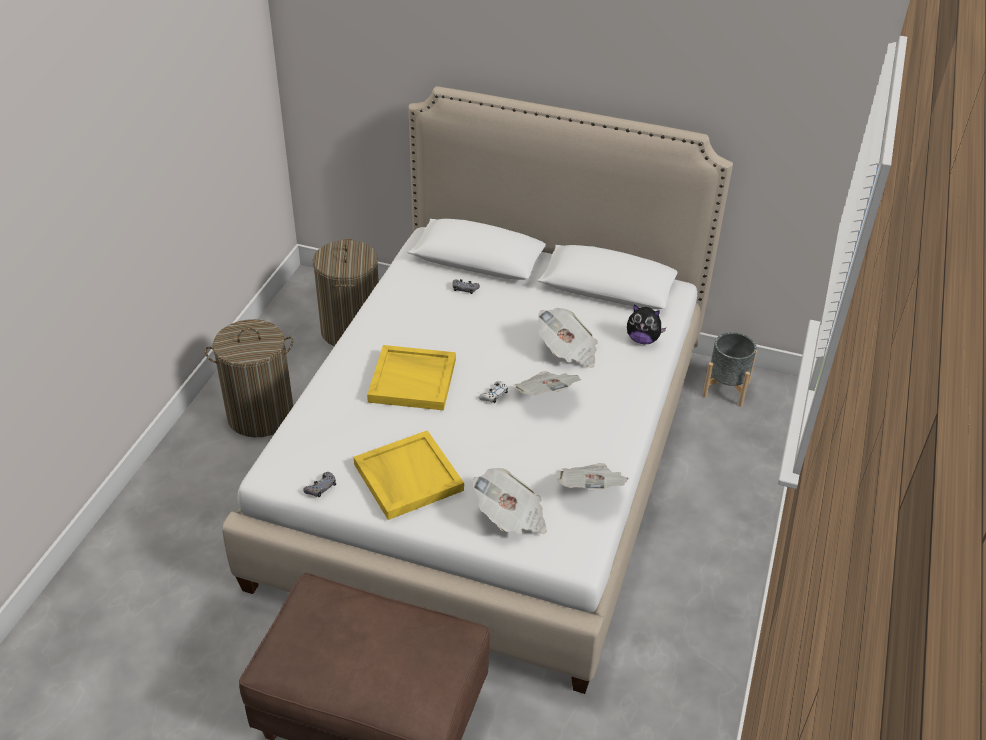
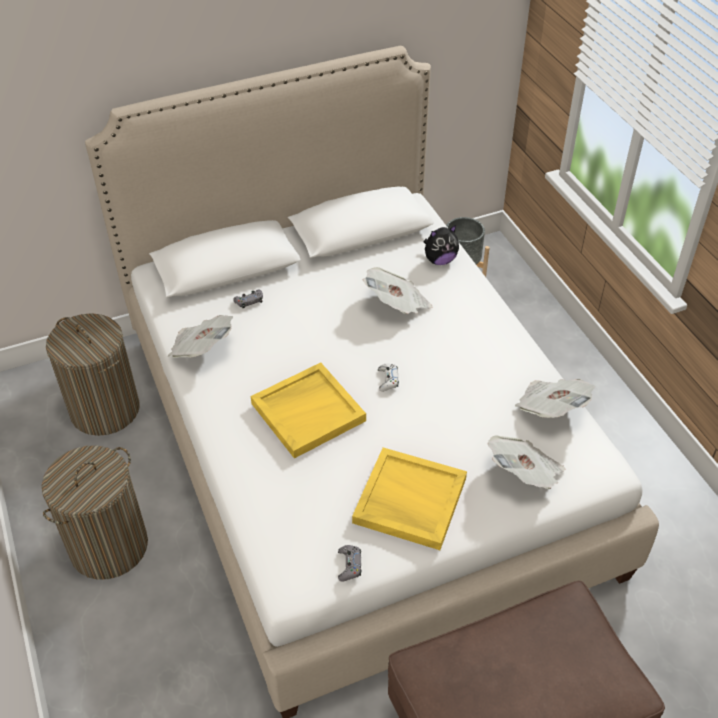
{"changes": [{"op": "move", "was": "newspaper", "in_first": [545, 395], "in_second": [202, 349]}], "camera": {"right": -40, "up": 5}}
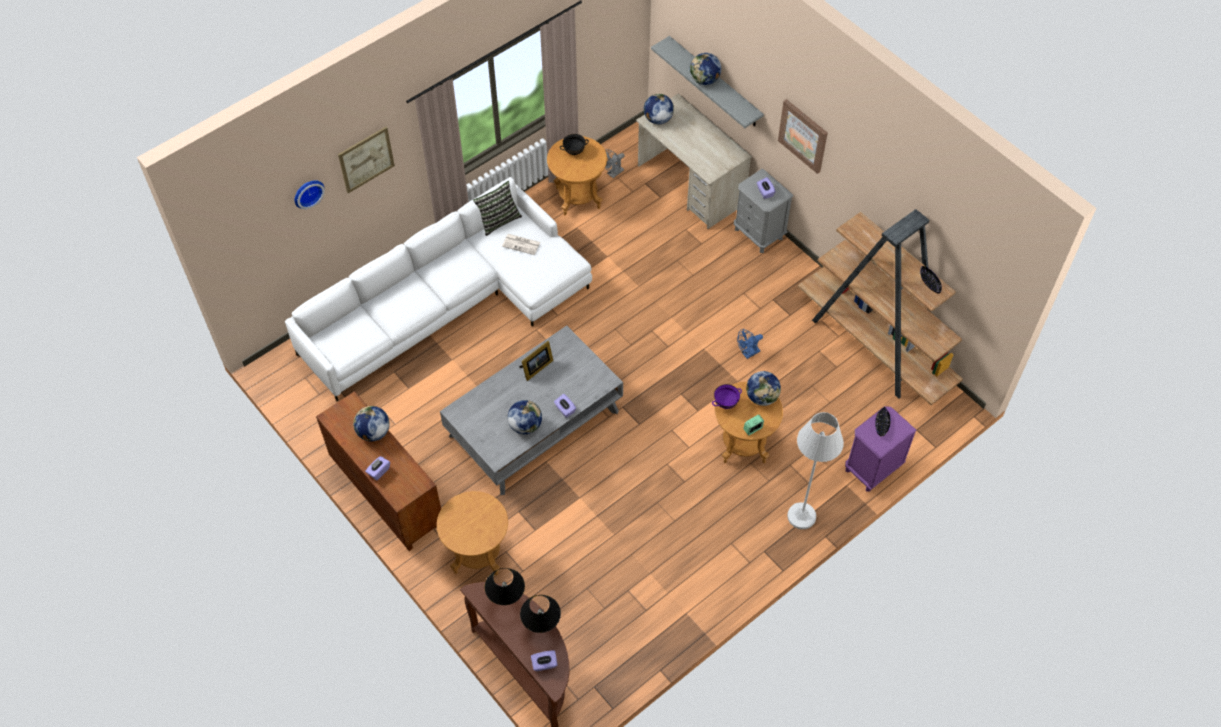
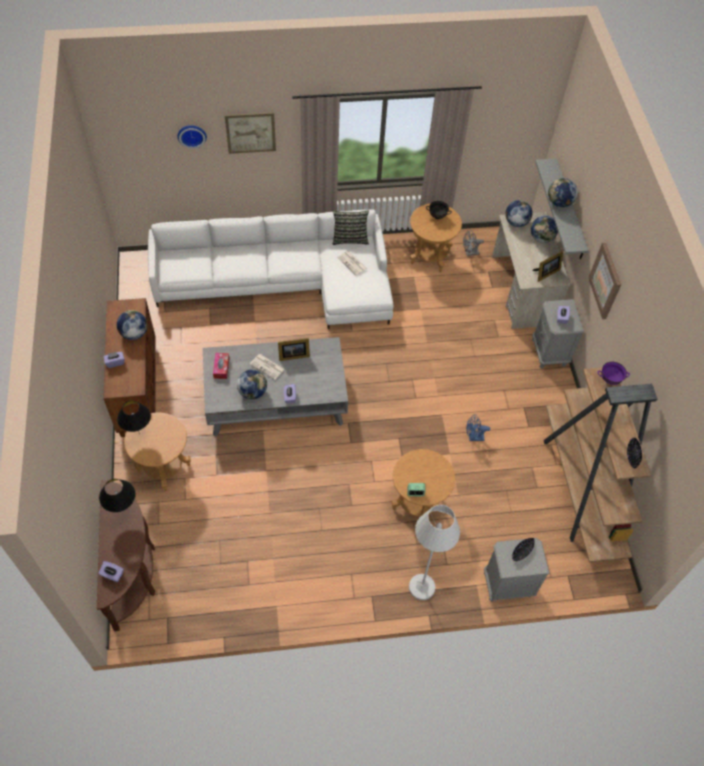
{"changes": [{"op": "insert", "now": "tissue_box", "in_second": [221, 368]}, {"op": "insert", "now": "newspaper", "in_second": [267, 367]}, {"op": "insert", "now": "picture_frame", "in_second": [545, 273]}, {"op": "move", "was": "black_table_lamp", "in_first": [542, 630], "in_second": [139, 434]}, {"op": "move", "was": "purple_bowl", "in_first": [725, 403], "in_second": [610, 380]}, {"op": "move", "was": "globe", "in_first": [762, 397], "in_second": [541, 238]}, {"op": "recolor", "was": "purple_nightstand", "now": "grey_nightstand", "in_first": [872, 469], "in_second": [507, 584]}], "camera": {"right": 30, "up": 0}}
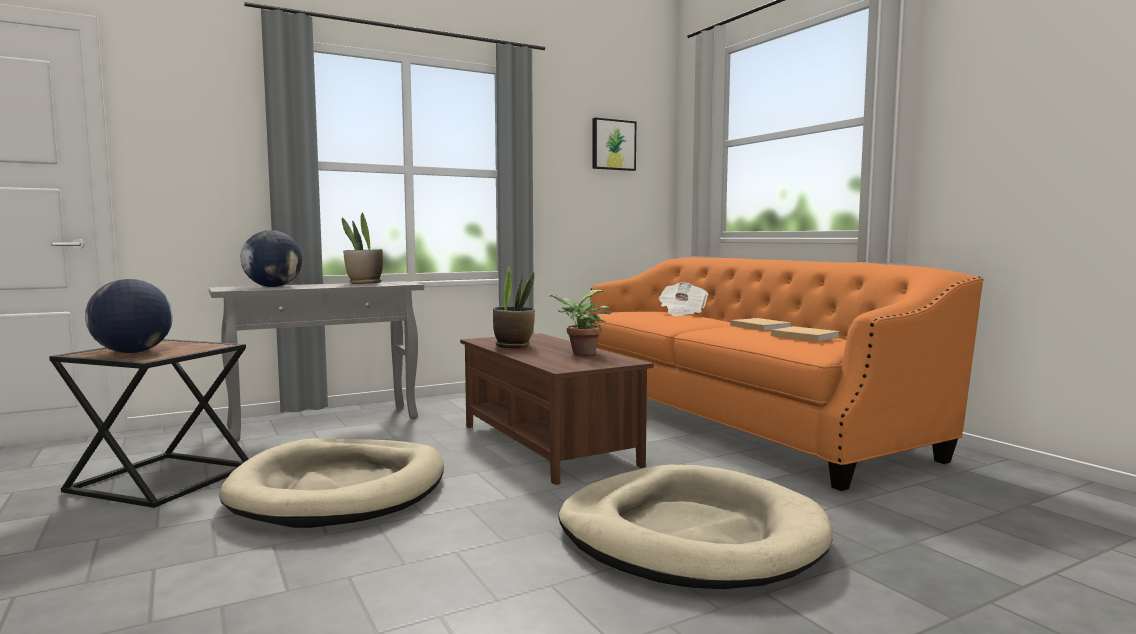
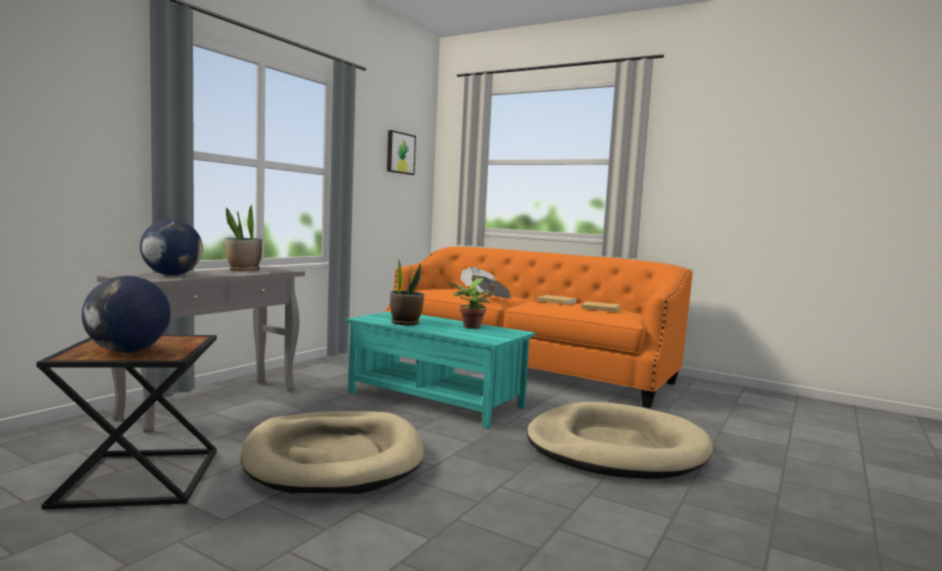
{"changes": [{"op": "insert", "now": "newspaper", "in_second": [492, 299]}, {"op": "recolor", "was": "brown_coffee_table", "now": "turquoise_coffee_table", "in_first": [548, 445], "in_second": [435, 400]}], "camera": {"right": -30, "up": 0}}
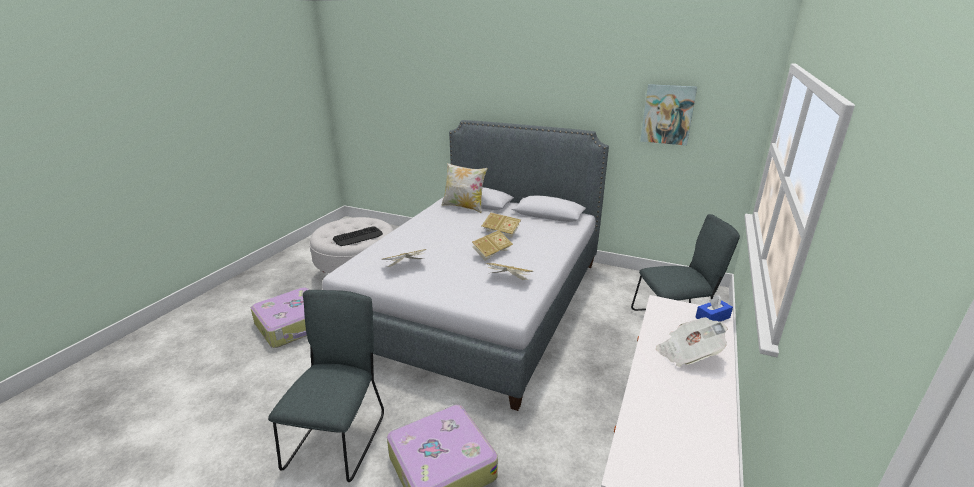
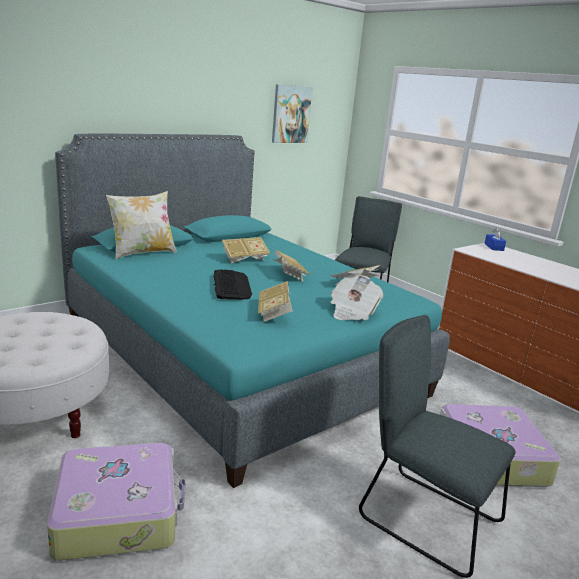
{"changes": [{"op": "move", "was": "keyboard", "in_first": [358, 237], "in_second": [231, 285]}, {"op": "move", "was": "newspaper", "in_first": [688, 354], "in_second": [352, 312]}, {"op": "recolor", "was": "grey_bed", "now": "turquoise_bed", "in_first": [479, 301], "in_second": [236, 355]}], "camera": {"right": -65, "up": -5}}
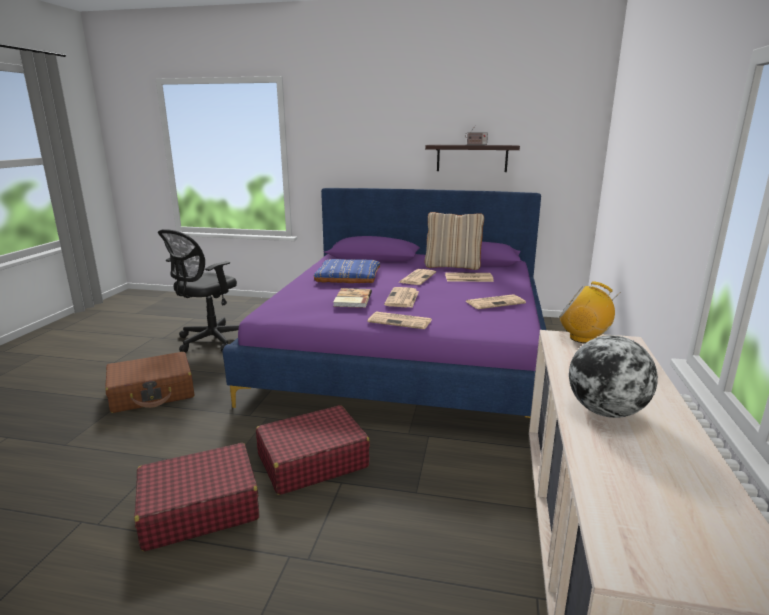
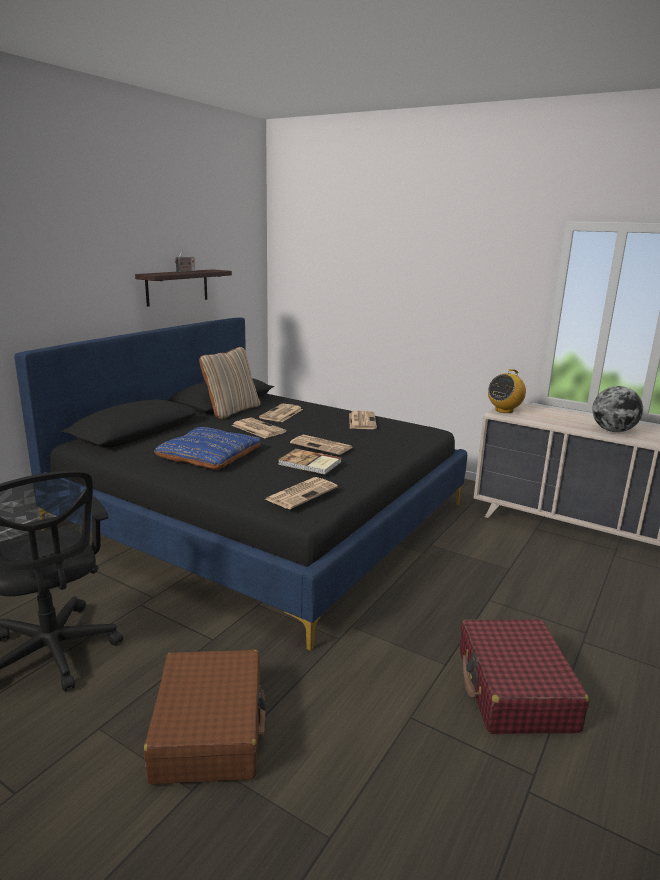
{"changes": [{"op": "delete", "was": "red_suitcase", "in_first": [312, 461]}, {"op": "move", "was": "newspaper", "in_first": [401, 321], "in_second": [302, 493]}, {"op": "recolor", "was": "purple_bed", "now": "black_bed", "in_first": [408, 353], "in_second": [263, 516]}], "camera": {"right": -70, "up": 0}}
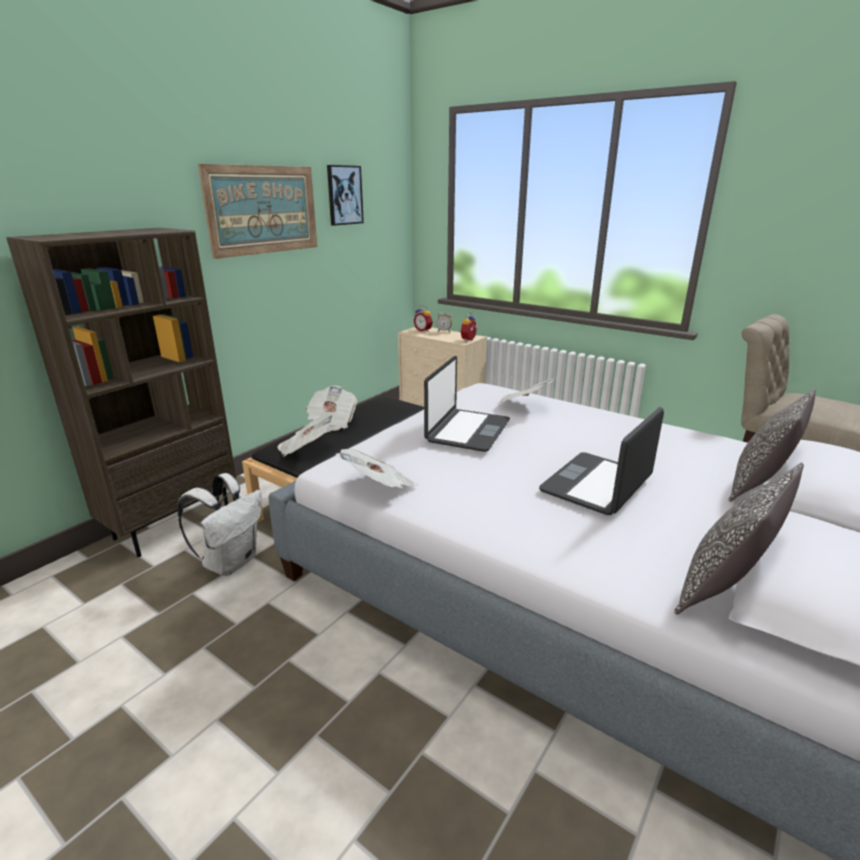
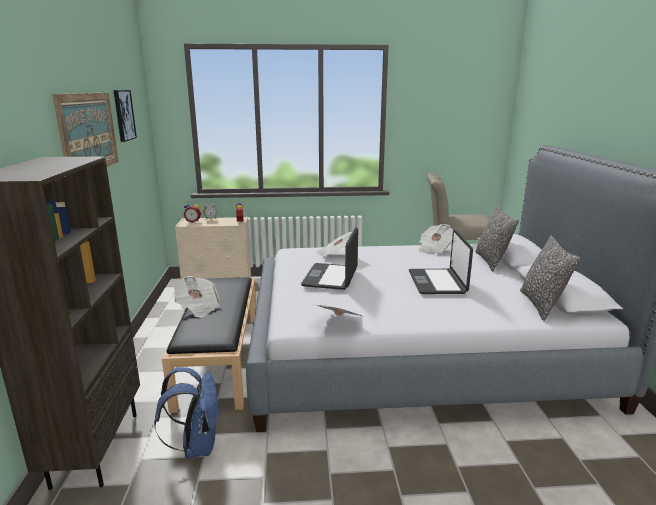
{"changes": [{"op": "move", "was": "newspaper", "in_first": [306, 449], "in_second": [435, 249]}, {"op": "recolor", "was": "white_backpack", "now": "blue_backpack", "in_first": [231, 561], "in_second": [197, 445]}, {"op": "rotate", "was": "laptop", "in_first": [467, 431], "in_second": [331, 277], "clockwise": -150}], "camera": {"right": -40, "up": -5}}
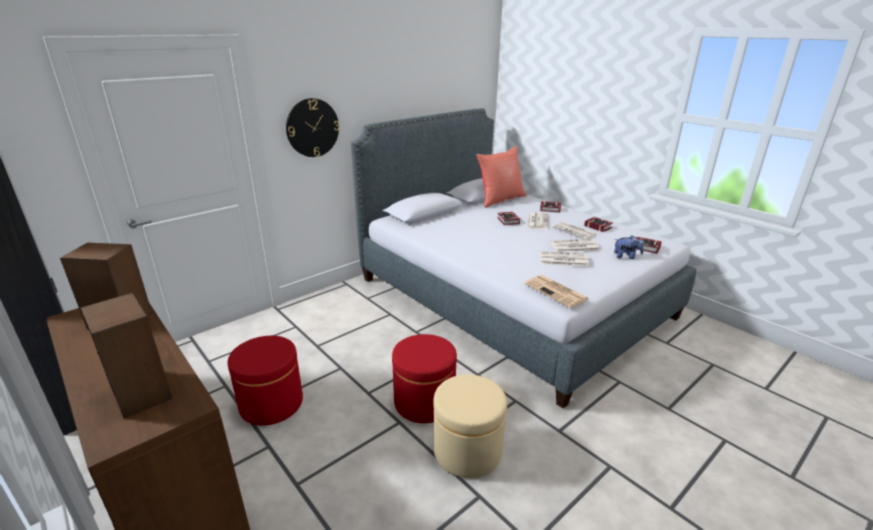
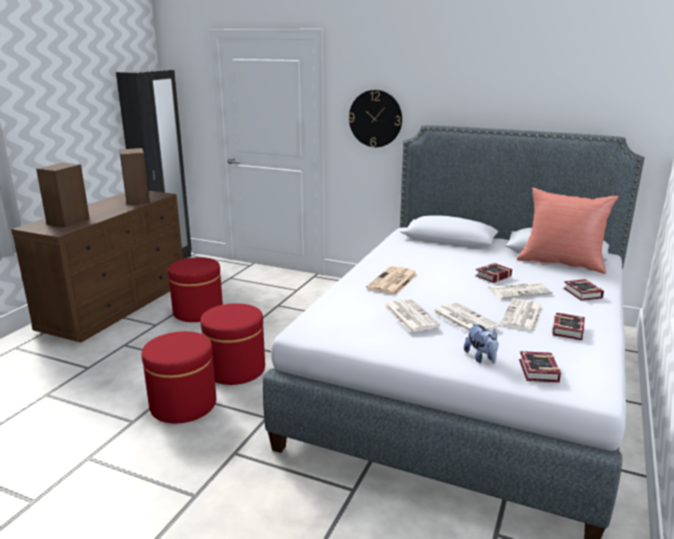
{"changes": [{"op": "move", "was": "newspaper", "in_first": [557, 292], "in_second": [392, 281]}, {"op": "recolor", "was": "beige_ottoman", "now": "red_ottoman", "in_first": [467, 451], "in_second": [183, 404]}], "camera": {"right": 65, "up": -5}}
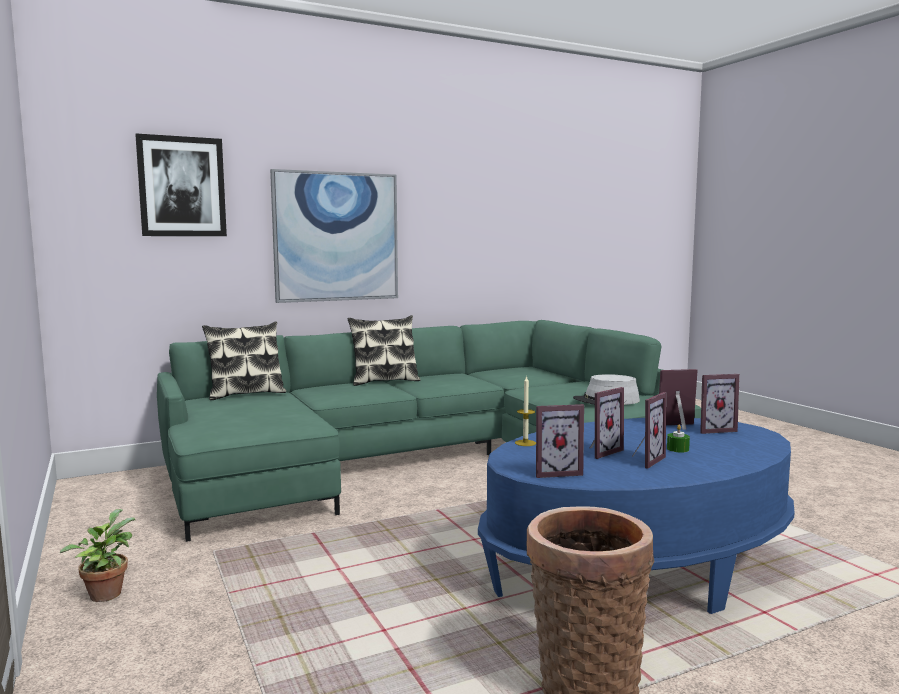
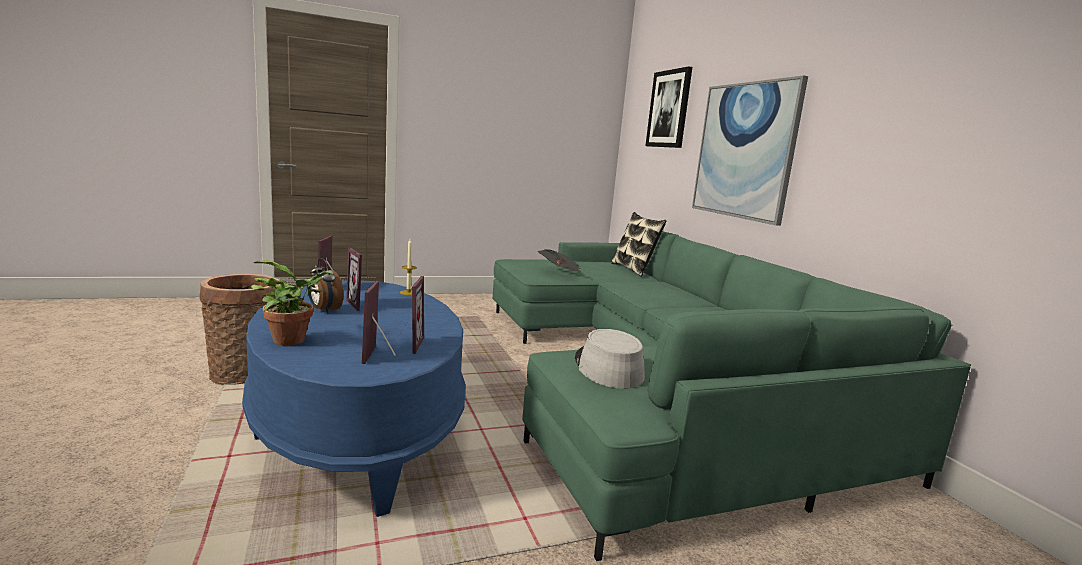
{"changes": [{"op": "delete", "was": "pillow", "in_first": [384, 381]}, {"op": "delete", "was": "green_candle", "in_first": [677, 449]}, {"op": "insert", "now": "newspaper", "in_second": [560, 273]}, {"op": "move", "was": "potted_plant", "in_first": [105, 593], "in_second": [294, 340]}, {"op": "replace", "was": "picture_frame", "now": "alarm_clock", "in_first": [644, 460], "in_second": [324, 310]}], "camera": {"right": 95, "up": 5}}
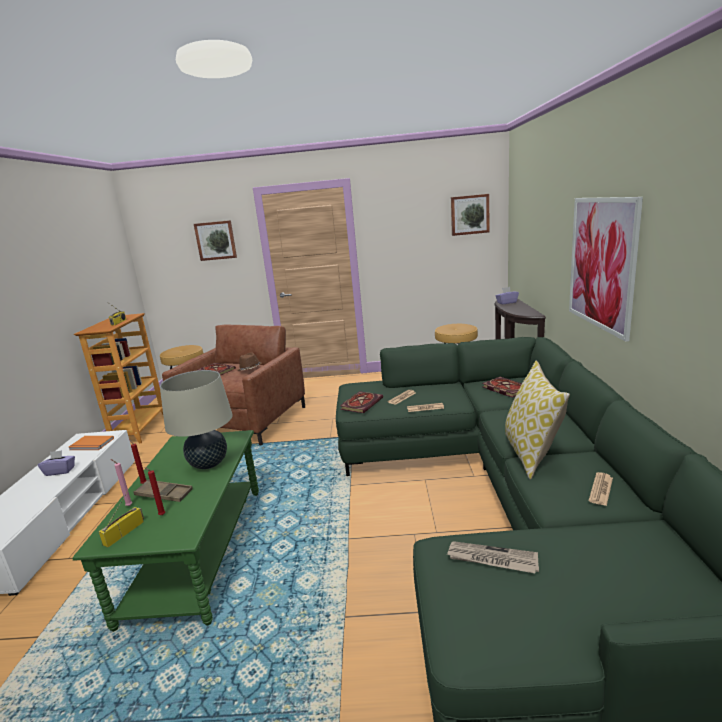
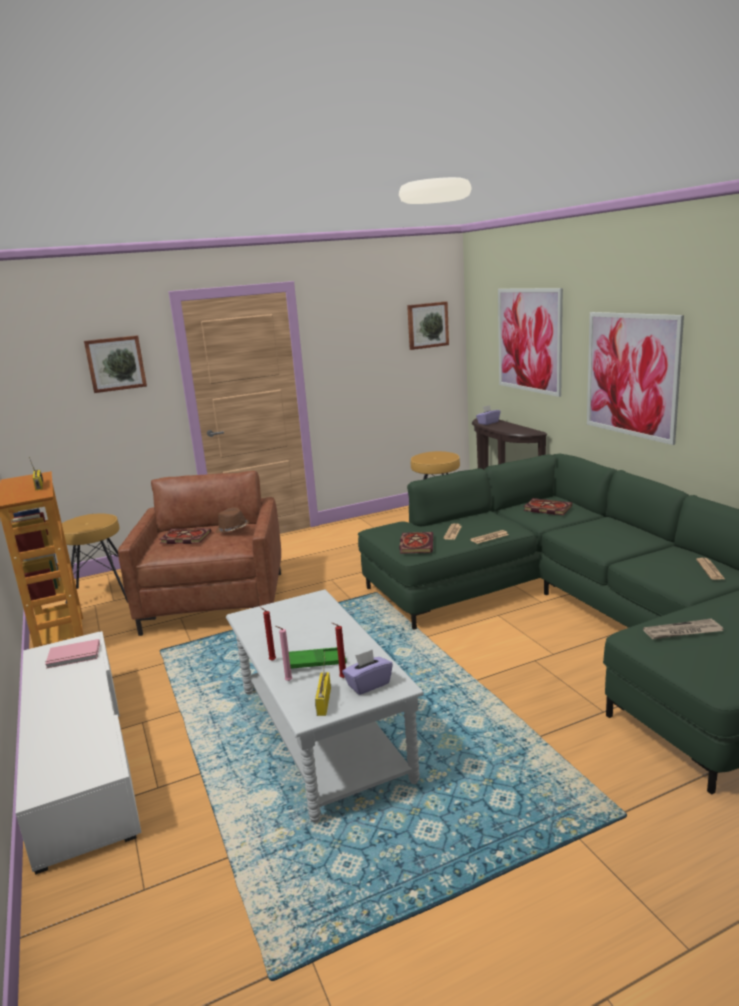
{"changes": [{"op": "delete", "was": "beige_table_lamp", "in_first": [208, 464]}, {"op": "delete", "was": "pillow", "in_first": [532, 454]}, {"op": "insert", "now": "picture", "in_second": [529, 340]}, {"op": "move", "was": "purple_tissue_box", "in_first": [60, 471], "in_second": [368, 684]}, {"op": "recolor", "was": "orange_book", "now": "pink_book", "in_first": [91, 445], "in_second": [74, 656]}, {"op": "recolor", "was": "green_coffee_table", "now": "grey_coffee_table", "in_first": [197, 551], "in_second": [322, 734]}, {"op": "recolor", "was": "brown_tray", "now": "green_tray", "in_first": [164, 494], "in_second": [315, 662]}], "camera": {"right": -25, "up": 0}}
